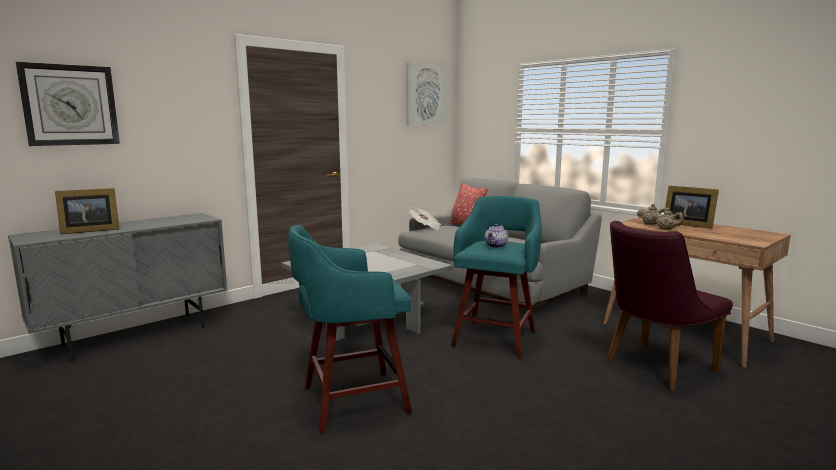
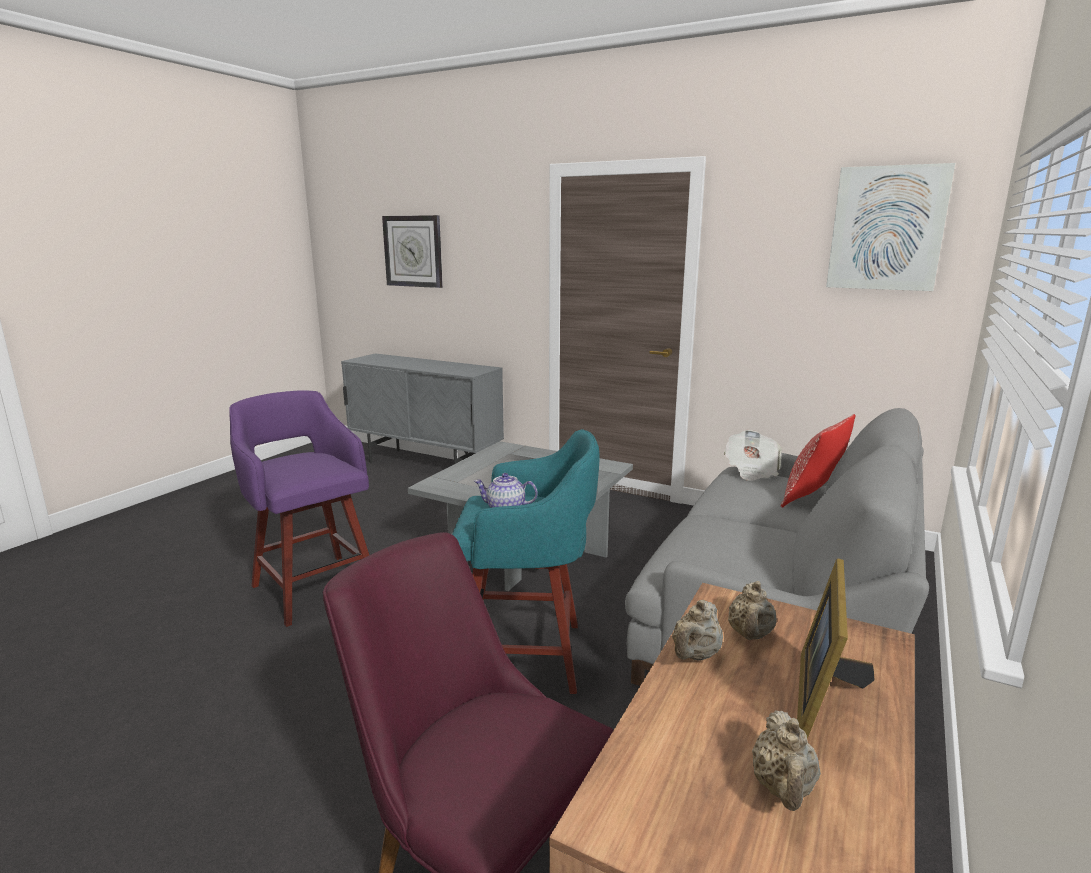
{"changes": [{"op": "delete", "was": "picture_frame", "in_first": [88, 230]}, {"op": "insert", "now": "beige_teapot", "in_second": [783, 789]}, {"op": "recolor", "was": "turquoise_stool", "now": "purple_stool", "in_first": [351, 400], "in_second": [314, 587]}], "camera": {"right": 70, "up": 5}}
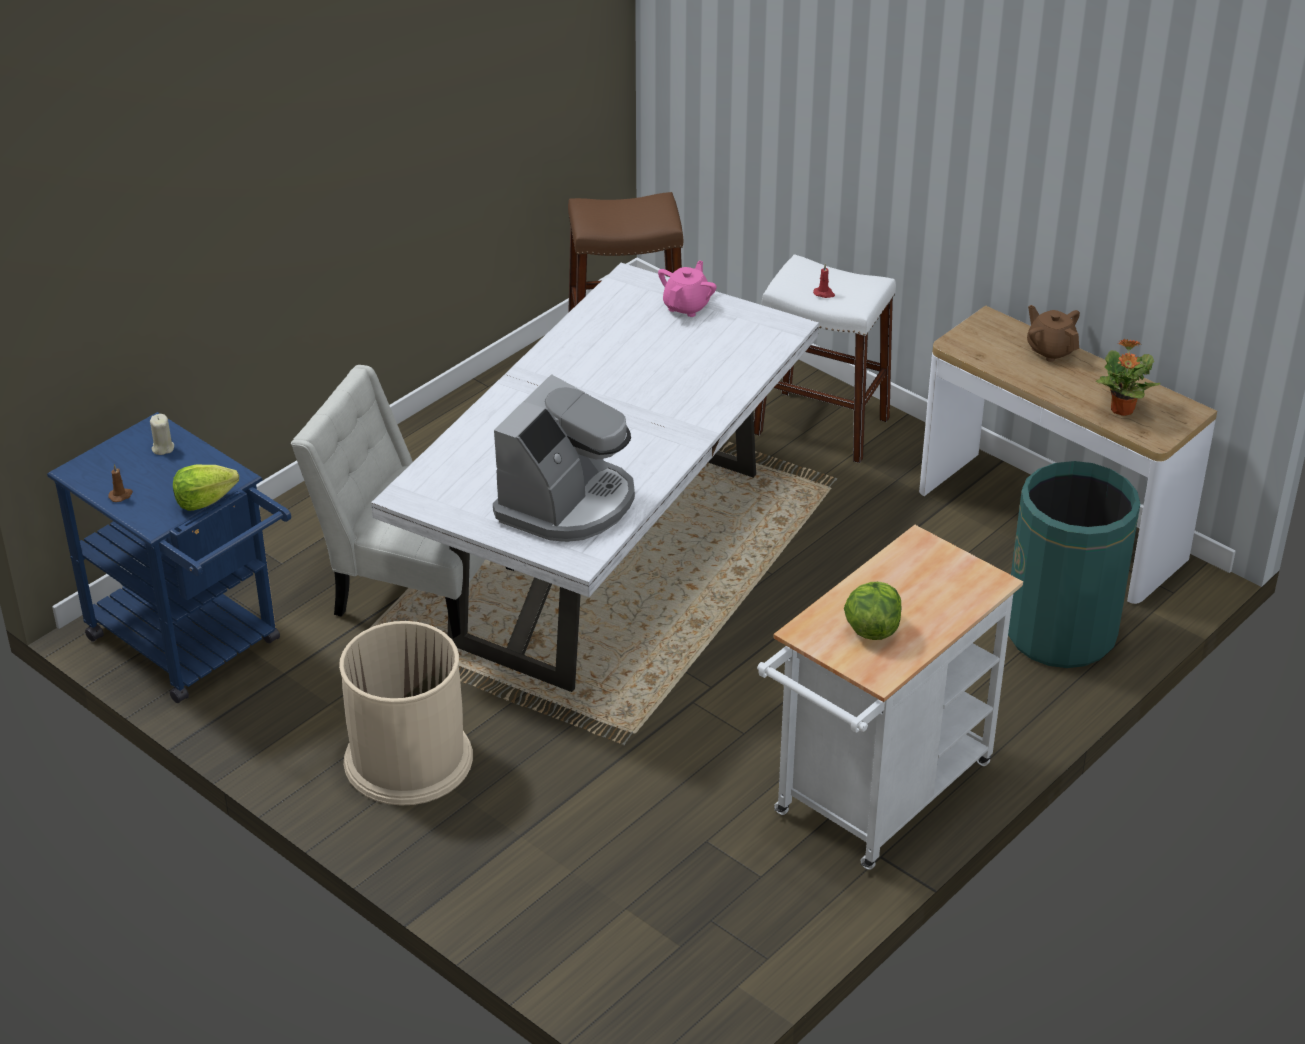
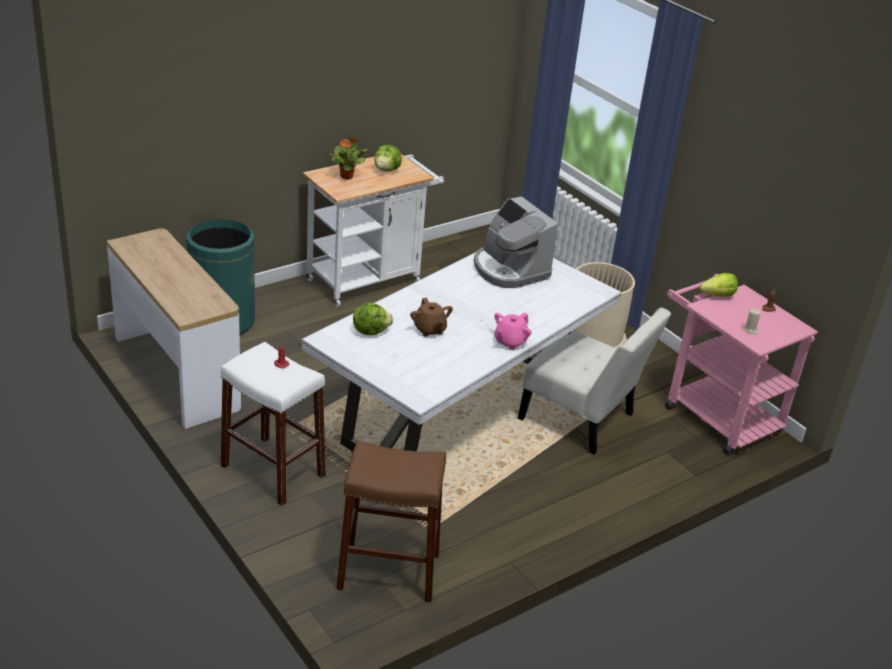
{"changes": [{"op": "insert", "now": "lettuce", "in_second": [370, 331]}, {"op": "move", "was": "pink_teapot", "in_first": [687, 306], "in_second": [510, 342]}, {"op": "move", "was": "brown_teapot", "in_first": [1050, 350], "in_second": [429, 330]}, {"op": "move", "was": "potted_plant", "in_first": [1122, 410], "in_second": [347, 176]}, {"op": "recolor", "was": "blue_cart", "now": "pink_cart", "in_first": [195, 646], "in_second": [714, 413]}, {"op": "rotate", "was": "coffee_machine", "in_first": [567, 503], "in_second": [509, 269], "clockwise": -75}], "camera": {"right": -170, "up": -5}}
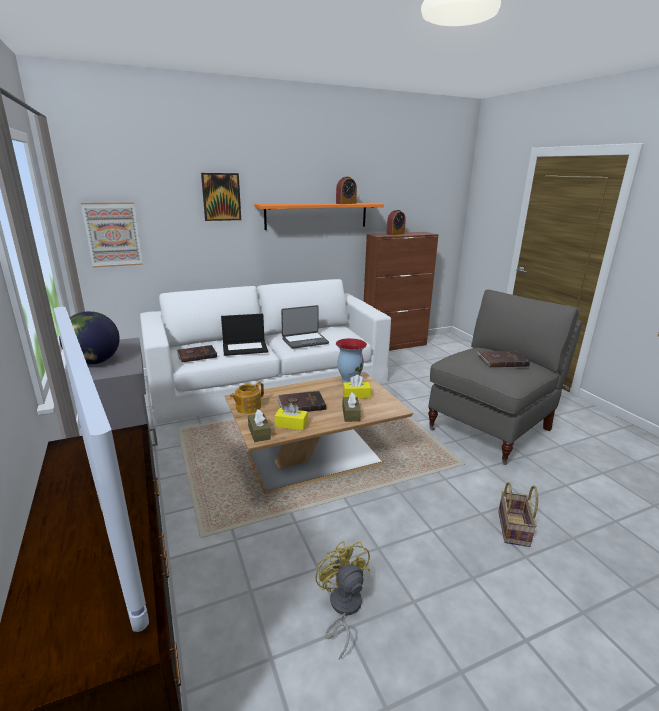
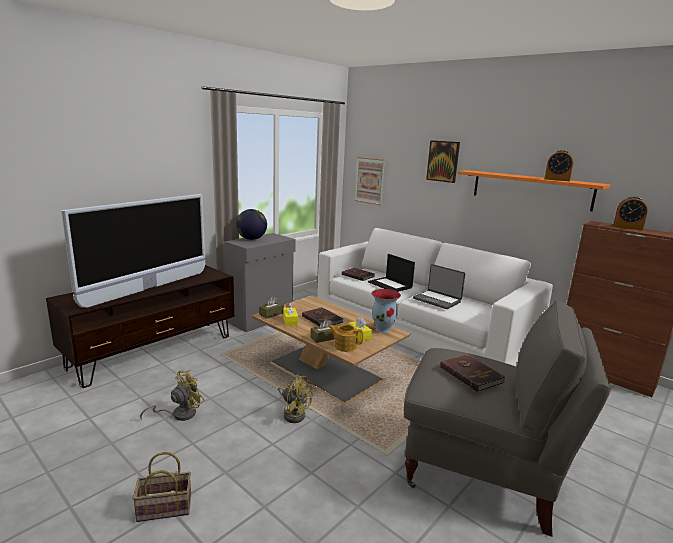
{"changes": [{"op": "insert", "now": "yellow_fan", "in_second": [294, 413]}, {"op": "move", "was": "teapot", "in_first": [247, 407], "in_second": [345, 346]}, {"op": "move", "was": "basket", "in_first": [514, 529], "in_second": [163, 509]}], "camera": {"right": 65, "up": -5}}
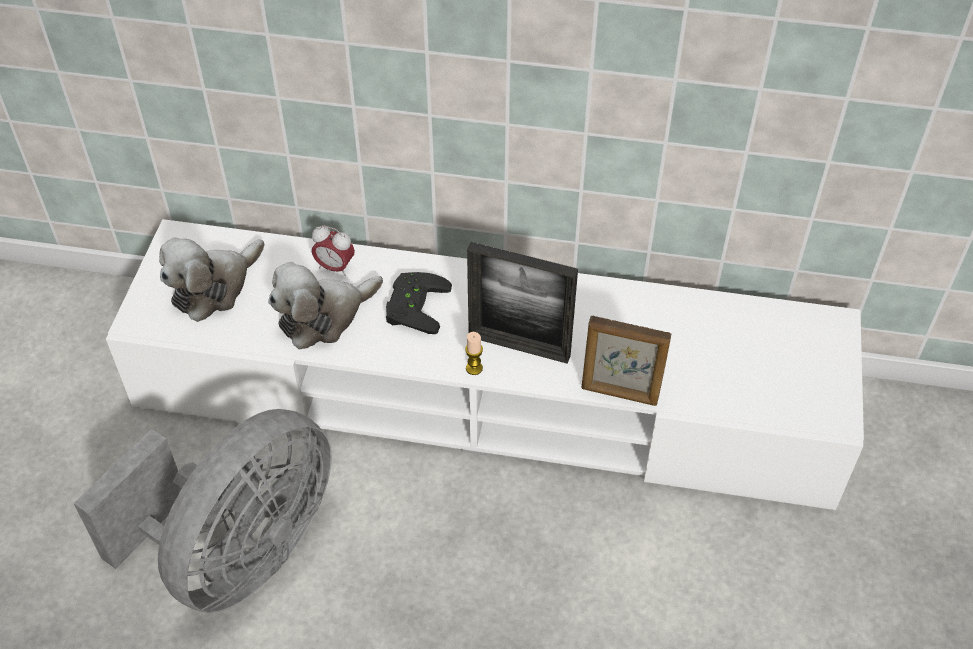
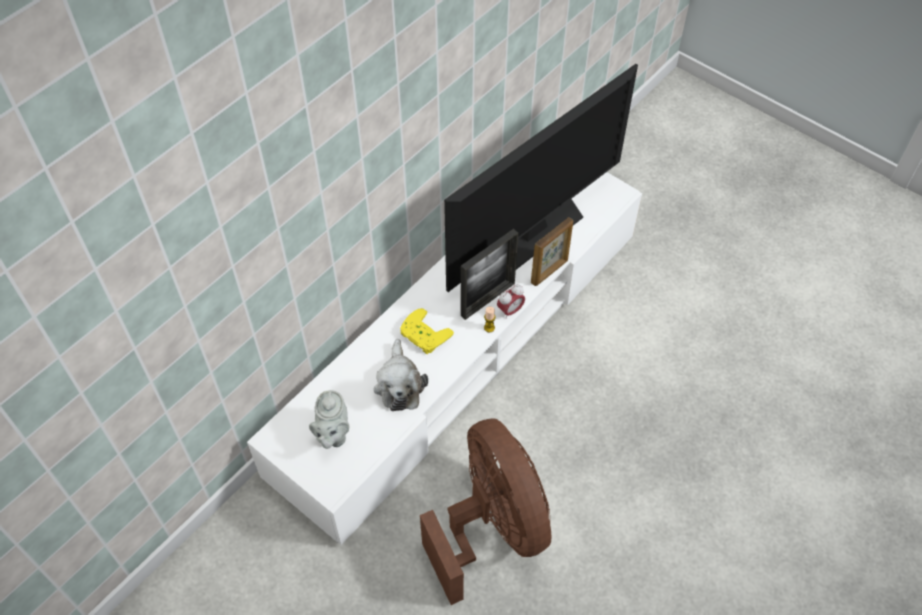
{"changes": [{"op": "insert", "now": "television", "in_second": [533, 232]}, {"op": "move", "was": "alarm_clock", "in_first": [335, 267], "in_second": [510, 311]}, {"op": "replace", "was": "plush_toy", "now": "grey_teapot", "in_first": [214, 287], "in_second": [332, 434]}, {"op": "recolor", "was": "grey_fan", "now": "brown_fan", "in_first": [239, 554], "in_second": [491, 527]}, {"op": "recolor", "was": "black_game_controller", "now": "yellow_game_controller", "in_first": [413, 305], "in_second": [422, 335]}], "camera": {"right": -60, "up": 5}}
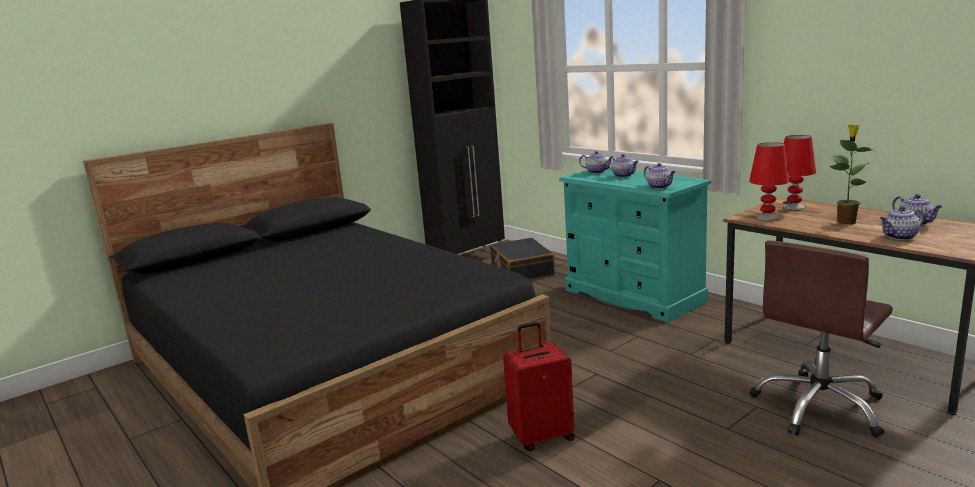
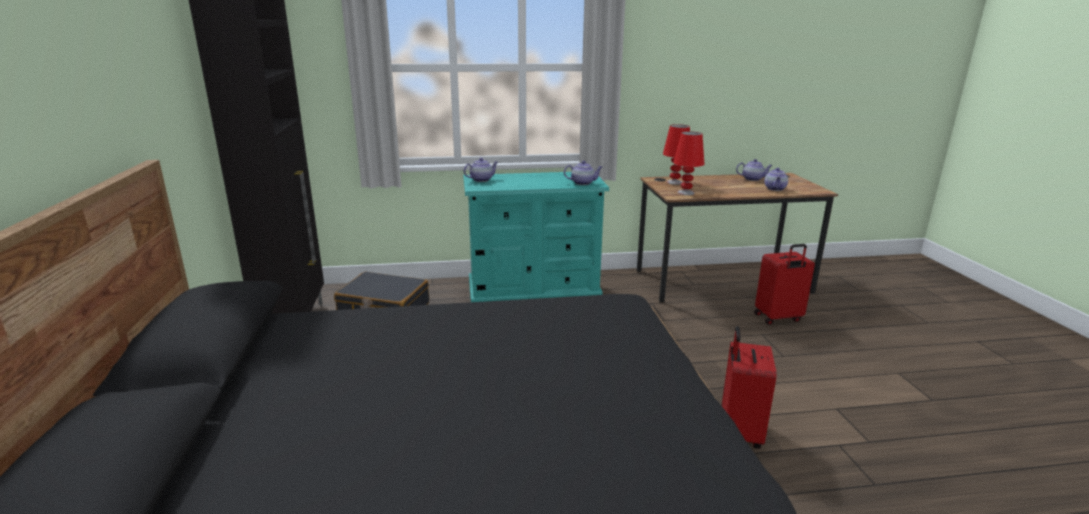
{"changes": [{"op": "delete", "was": "teapot", "in_first": [624, 175]}, {"op": "delete", "was": "potted_plant", "in_first": [846, 222]}, {"op": "replace", "was": "brown_office_chair", "now": "red_suitcase", "in_first": [820, 407], "in_second": [778, 318]}], "camera": {"right": -60, "up": 5}}
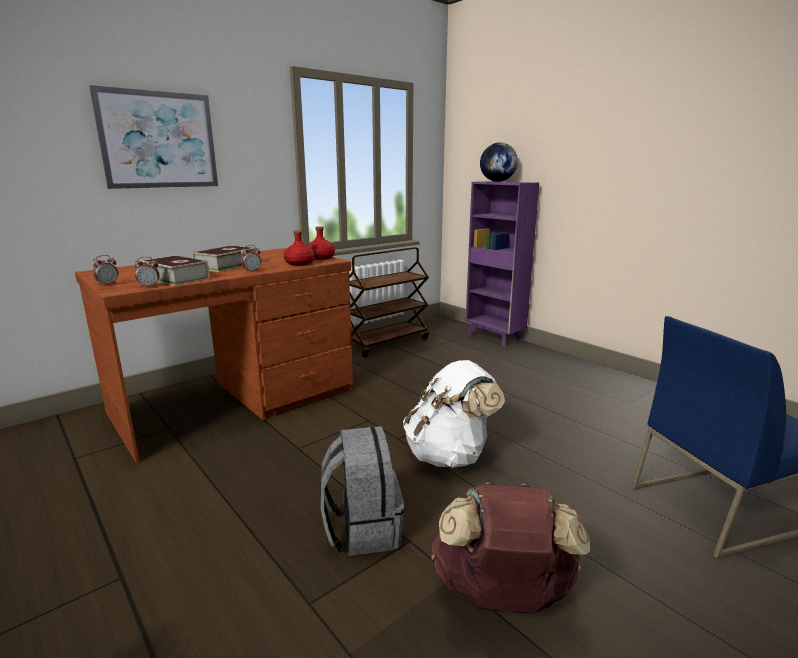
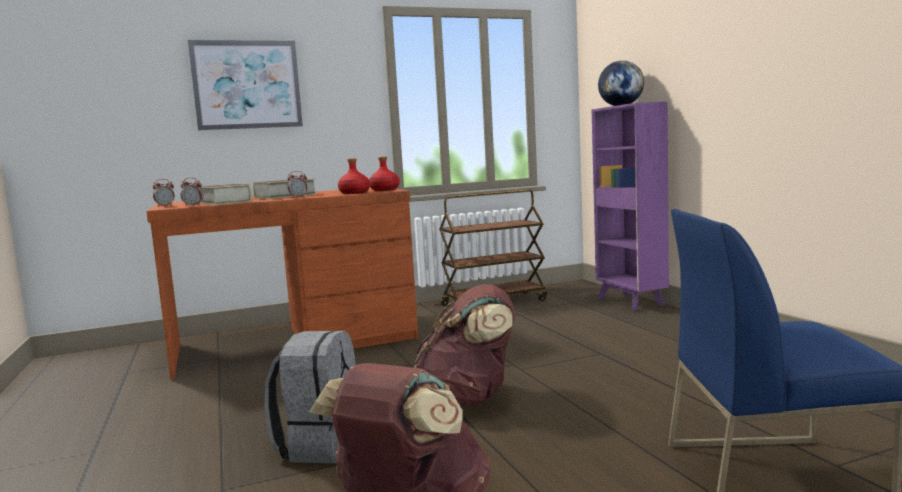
{"changes": [{"op": "recolor", "was": "white_backpack", "now": "brown_backpack", "in_first": [449, 455], "in_second": [470, 398]}], "camera": {"right": 20, "up": -10}}
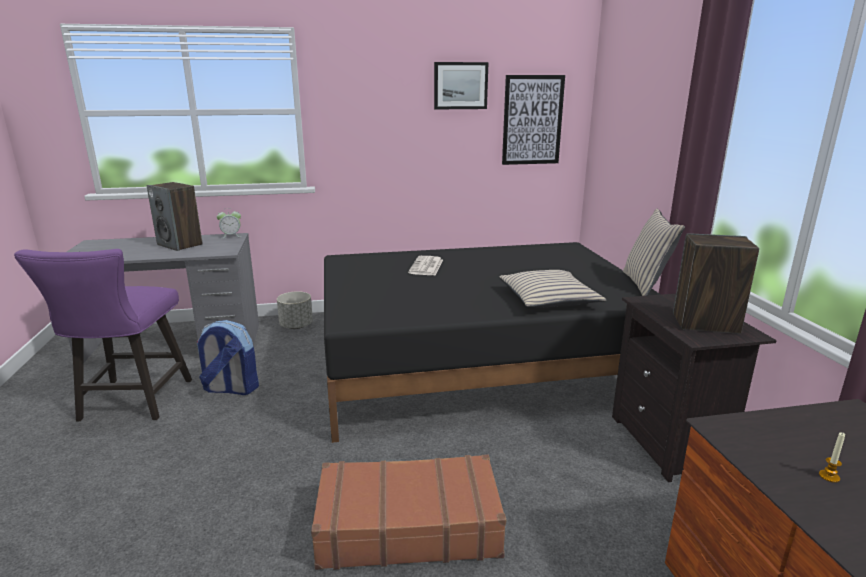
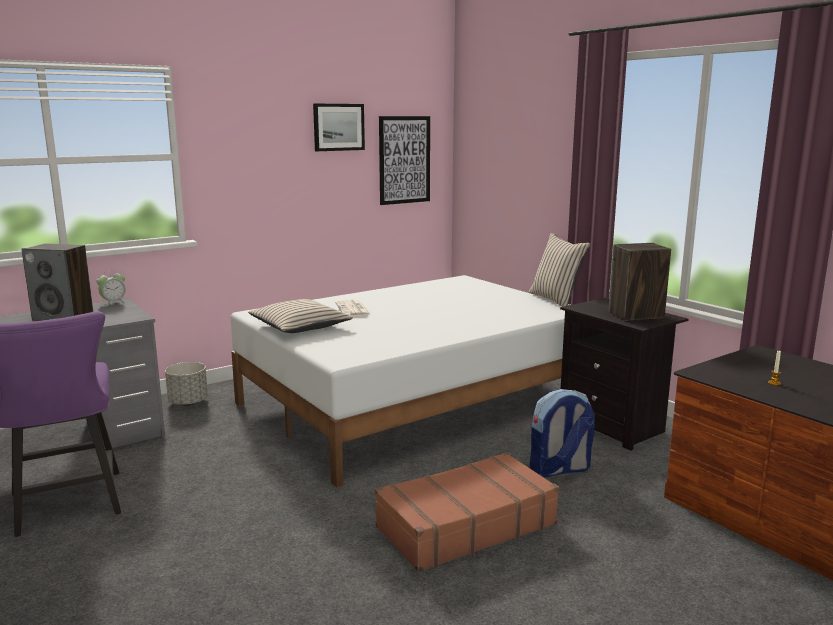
{"changes": [{"op": "move", "was": "backpack", "in_first": [230, 389], "in_second": [559, 469]}, {"op": "move", "was": "beige_pillow", "in_first": [548, 299], "in_second": [300, 326]}, {"op": "recolor", "was": "black_bed", "now": "white_bed", "in_first": [478, 365], "in_second": [415, 402]}], "camera": {"right": -25, "up": -5}}
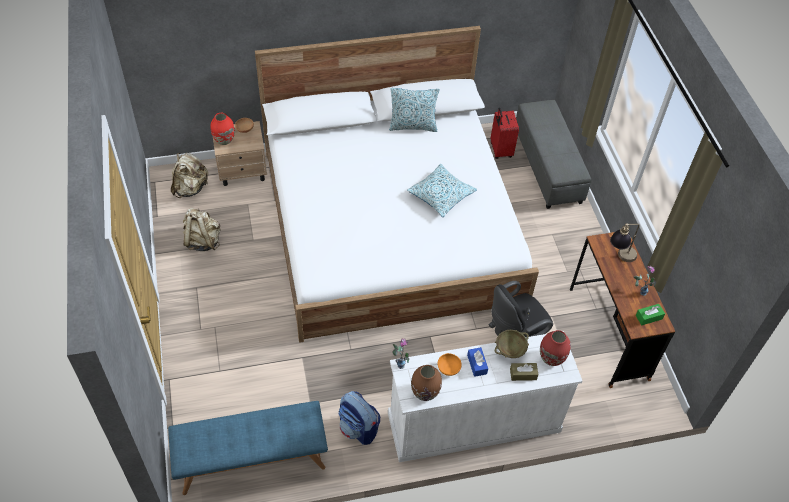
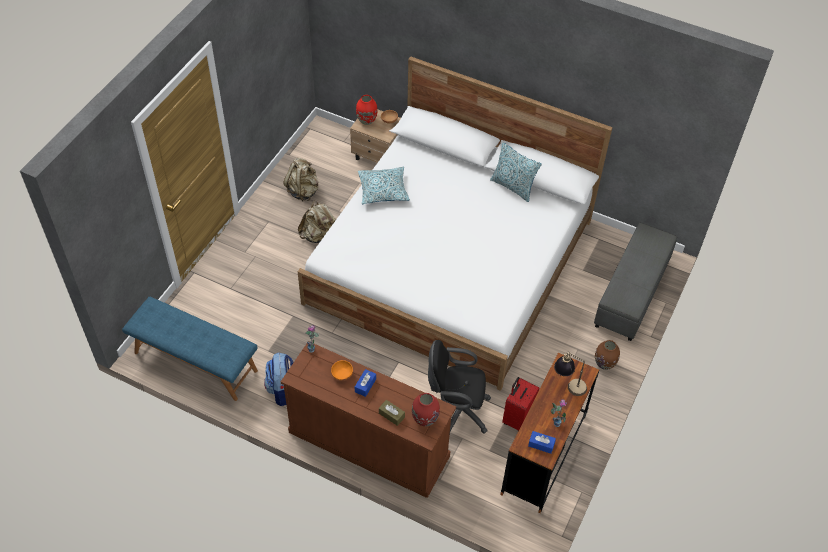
{"changes": [{"op": "delete", "was": "beige_bowl", "in_first": [510, 350]}, {"op": "move", "was": "beige_backpack", "in_first": [190, 188], "in_second": [319, 235]}, {"op": "move", "was": "pillow", "in_first": [441, 195], "in_second": [383, 190]}, {"op": "move", "was": "brown_vase", "in_first": [425, 392], "in_second": [604, 363]}, {"op": "move", "was": "red_suitcase", "in_first": [500, 150], "in_second": [517, 418]}, {"op": "recolor", "was": "white_dresser", "now": "brown_dresser", "in_first": [473, 423], "in_second": [368, 444]}, {"op": "recolor", "was": "green_tissue_box", "now": "blue_tissue_box", "in_first": [648, 317], "in_second": [541, 444]}], "camera": {"right": 40, "up": 0}}
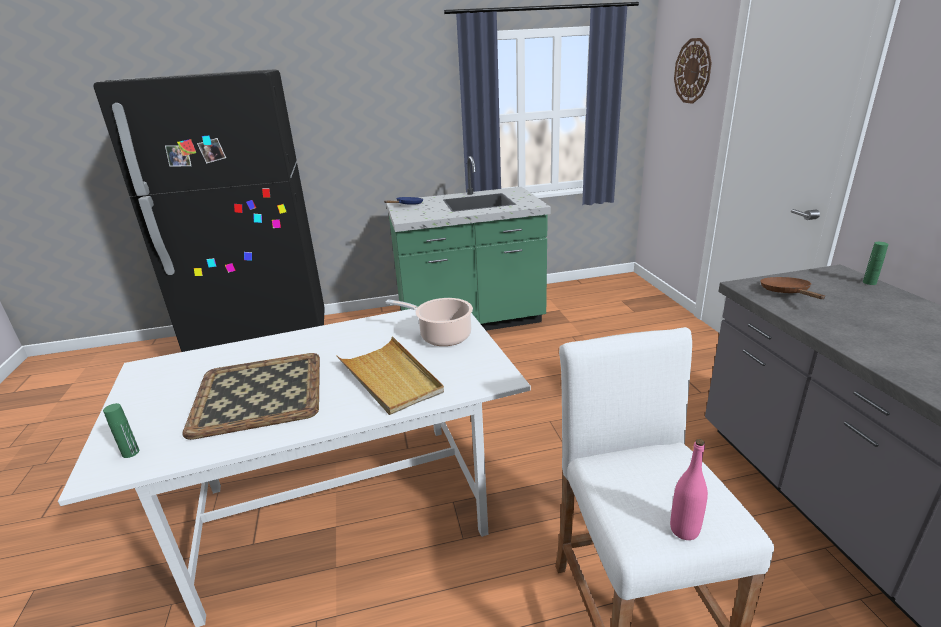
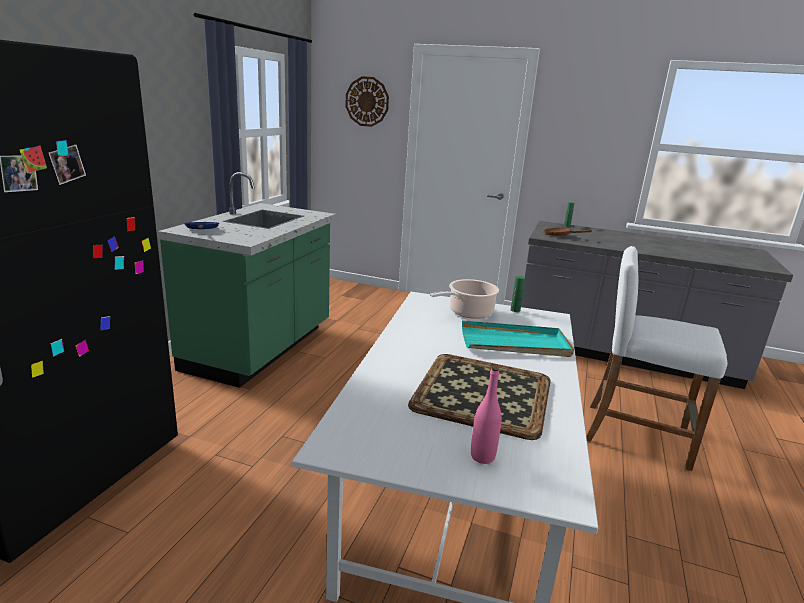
{"changes": [{"op": "move", "was": "green_bottle", "in_first": [130, 452], "in_second": [515, 310]}, {"op": "move", "was": "pink_bottle", "in_first": [684, 530], "in_second": [482, 456]}, {"op": "recolor", "was": "beige_tray", "now": "turquoise_tray", "in_first": [390, 378], "in_second": [515, 343]}], "camera": {"right": -60, "up": -5}}
